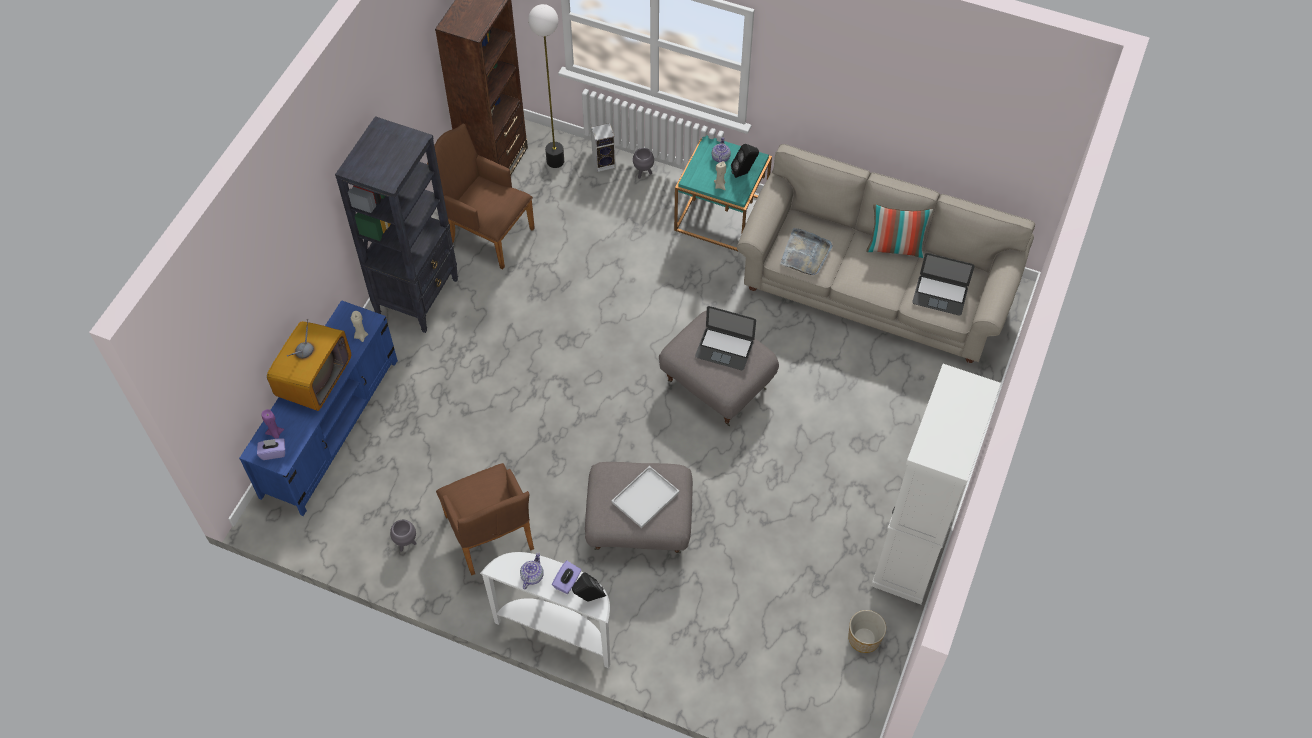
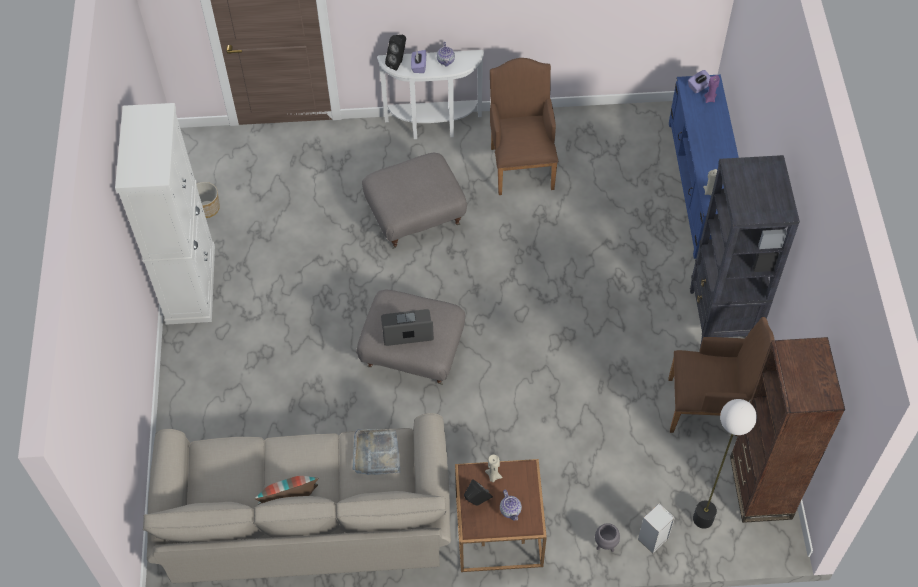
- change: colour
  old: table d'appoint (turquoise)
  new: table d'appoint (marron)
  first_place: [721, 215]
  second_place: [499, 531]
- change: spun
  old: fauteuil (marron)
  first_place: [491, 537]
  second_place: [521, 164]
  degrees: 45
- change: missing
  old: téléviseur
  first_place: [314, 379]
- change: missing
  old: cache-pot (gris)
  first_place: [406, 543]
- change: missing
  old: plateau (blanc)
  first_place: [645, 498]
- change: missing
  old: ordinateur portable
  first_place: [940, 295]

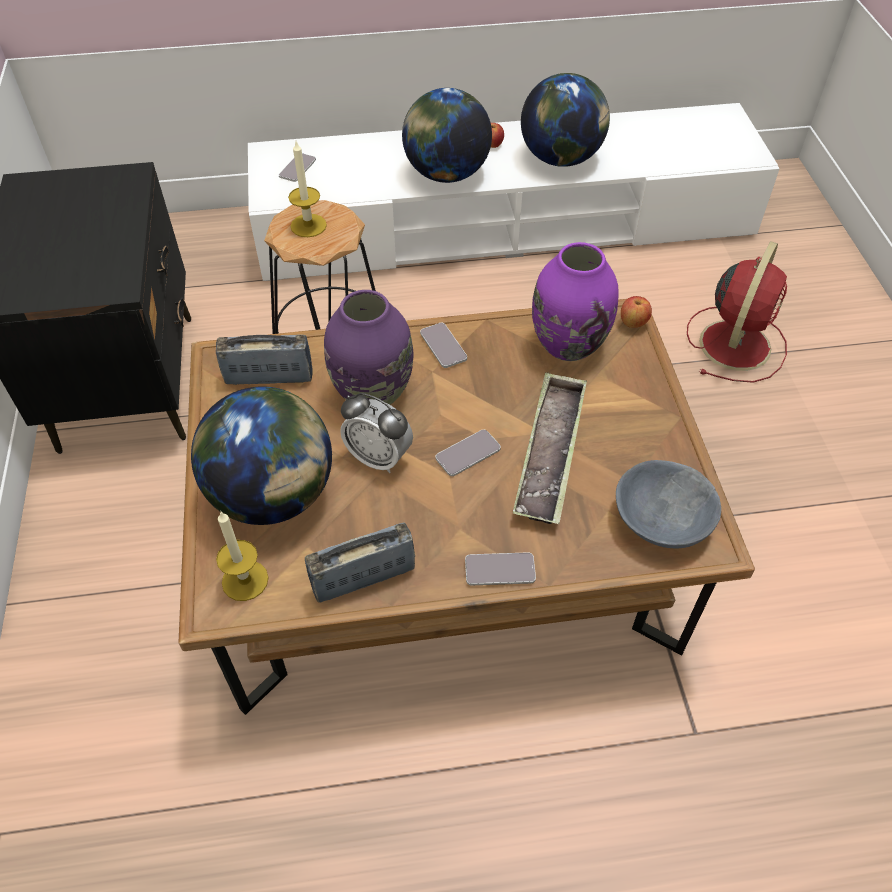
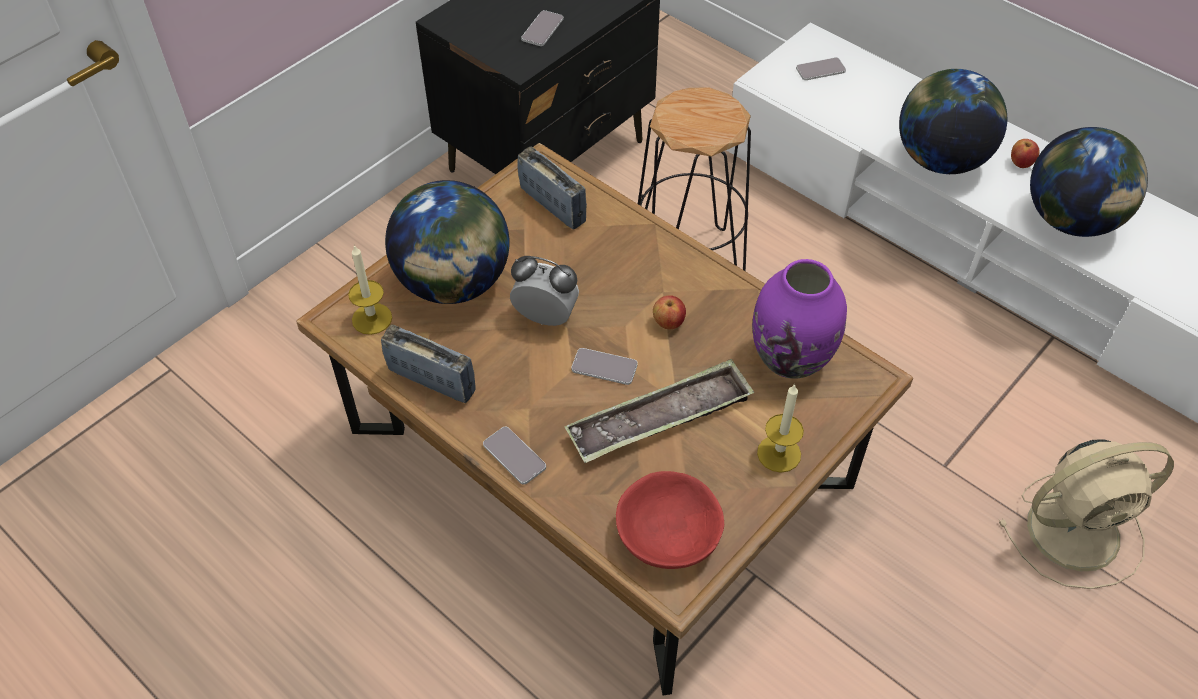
- change: spun
  old: réveil
  first_place: [379, 457]
  second_place: [545, 317]
  degrees: 120
- change: relocated
  old: téléphone
  first_place: [443, 346]
  second_place: [542, 29]
- change: colour
  old: bol (gris)
  new: bol (rouge)
  first_place: [660, 519]
  second_place: [667, 534]
- change: relocated
  old: pomme
  first_place: [633, 323]
  second_place: [668, 323]
- change: relocated
  old: bougie
  first_place: [308, 225]
  second_place: [779, 453]
- change: colour
  old: ventilateur (rouge)
  new: ventilateur (beige)
  first_place: [735, 343]
  second_place: [1077, 530]
- change: missing
  old: vase (violet)
  first_place: [372, 394]

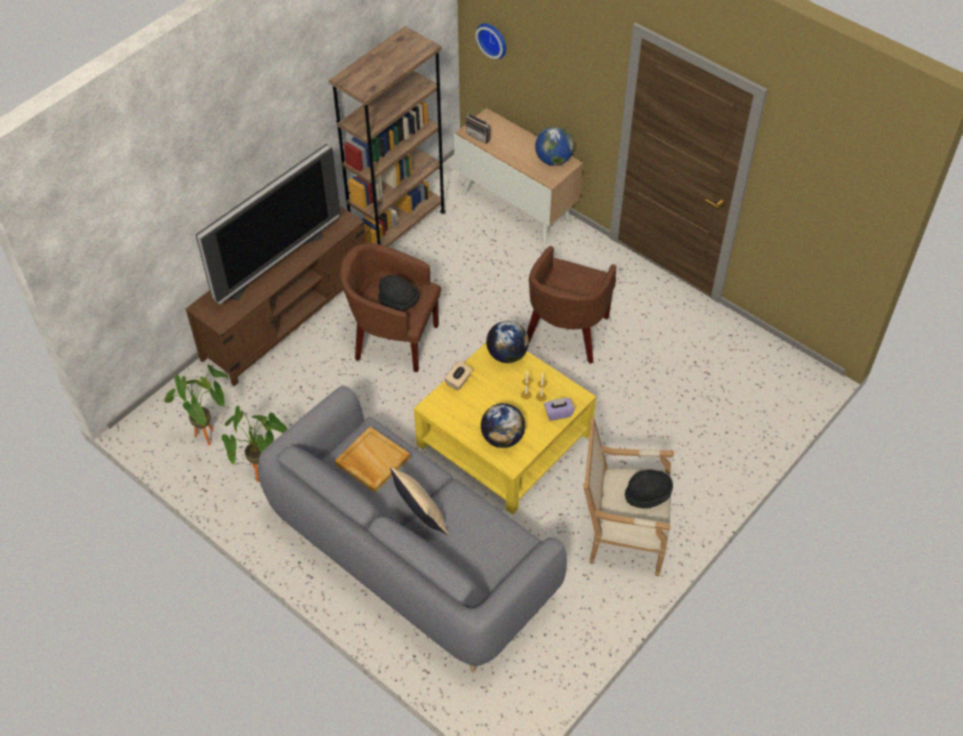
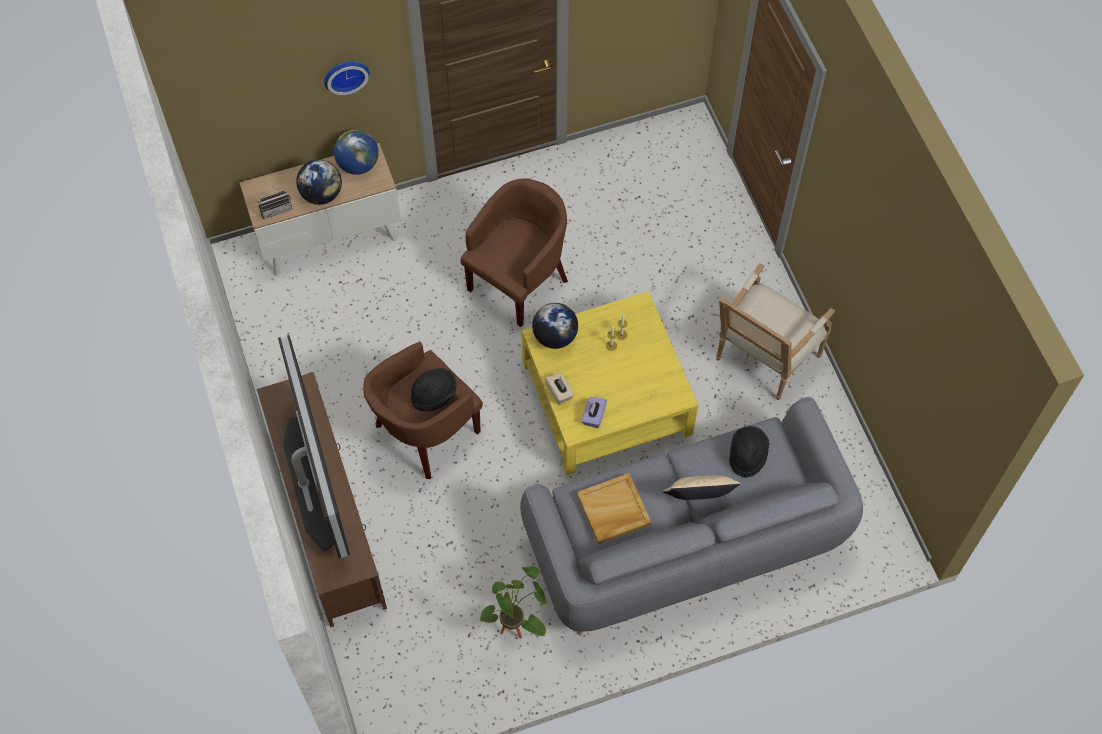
- change: relocated
  old: globe
  first_place: [502, 438]
  second_place: [321, 194]
- change: relocated
  old: horloge murale
  first_place: [493, 39]
  second_place: [345, 74]
- change: spun
  old: fauteuil (marron)
  first_place: [567, 333]
  second_place: [519, 281]
  degrees: -105
- change: relocated
  old: boîte à mouchoirs (violet)
  first_place: [558, 413]
  second_place: [594, 416]
- change: relocated
  old: chapeau (noir)
  first_place: [648, 494]
  second_place: [747, 455]
- change: missing
  old: plante en pot
  first_place: [210, 438]
- change: missing
  old: bibliothèque (marron)
  first_place: [398, 228]

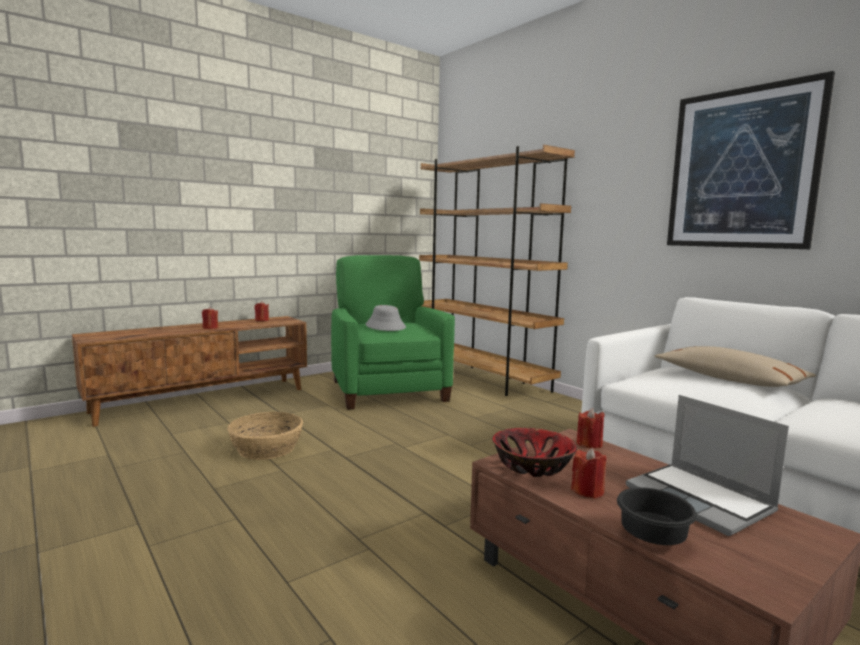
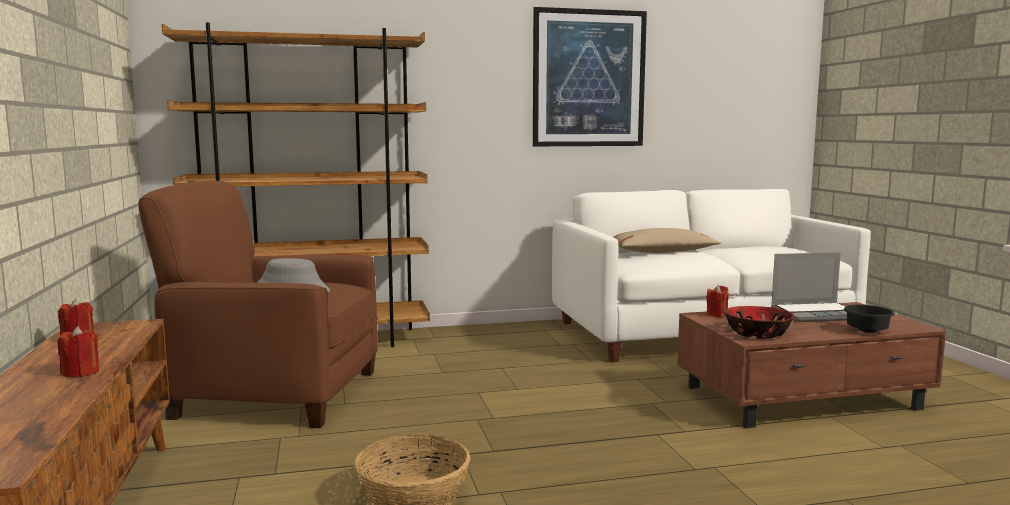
- change: colour
  old: fauteuil (vert)
  new: fauteuil (marron)
  first_place: [388, 390]
  second_place: [276, 394]
- change: missing
  old: bougie (rouge)
  first_place: [588, 491]

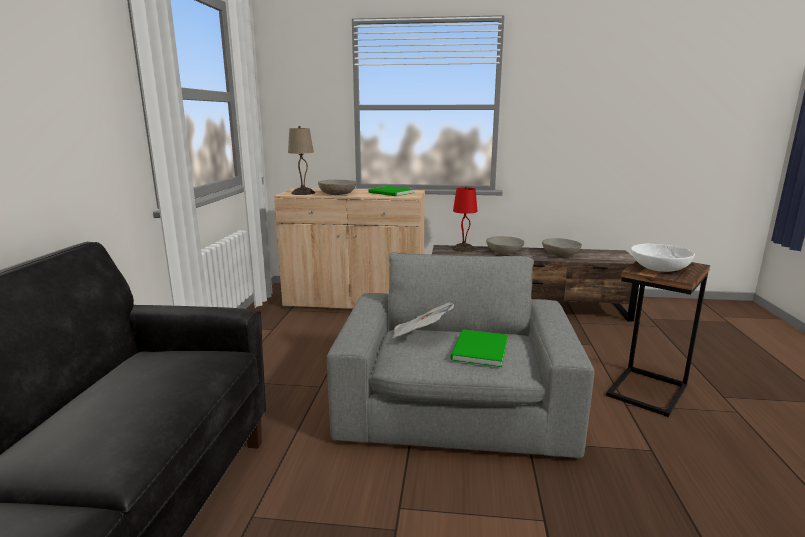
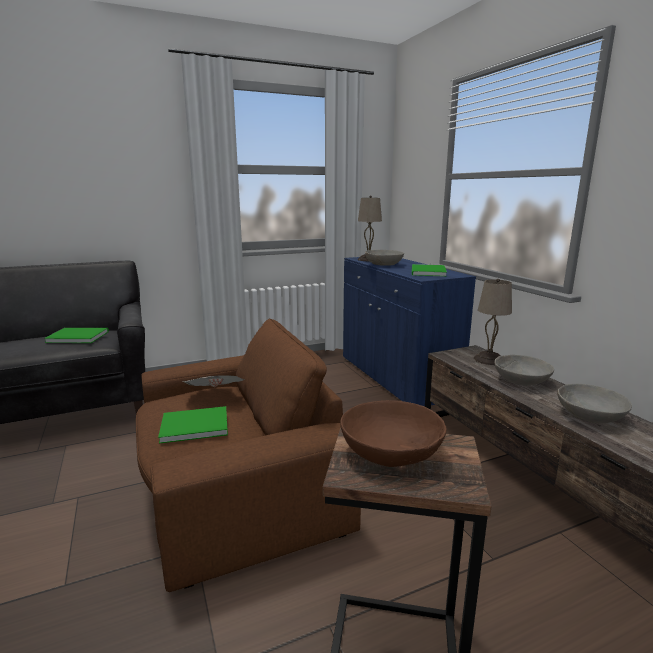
- change: appeared
  new: livre (vert)
  second_place: [77, 336]
- change: colour
  old: fauteuil (gris)
  new: fauteuil (marron)
  first_place: [455, 406]
  second_place: [237, 484]
- change: colour
  old: bol (blanc)
  new: bol (marron)
  first_place: [659, 268]
  second_place: [391, 451]
- change: colour
  old: meuble de rangement (beige)
  new: meuble de rangement (bleu)
  first_place: [355, 301]
  second_place: [396, 377]
- change: colour
  old: lampe de table (rouge)
  new: lampe de table (beige)
  first_place: [464, 249]
  second_place: [489, 359]

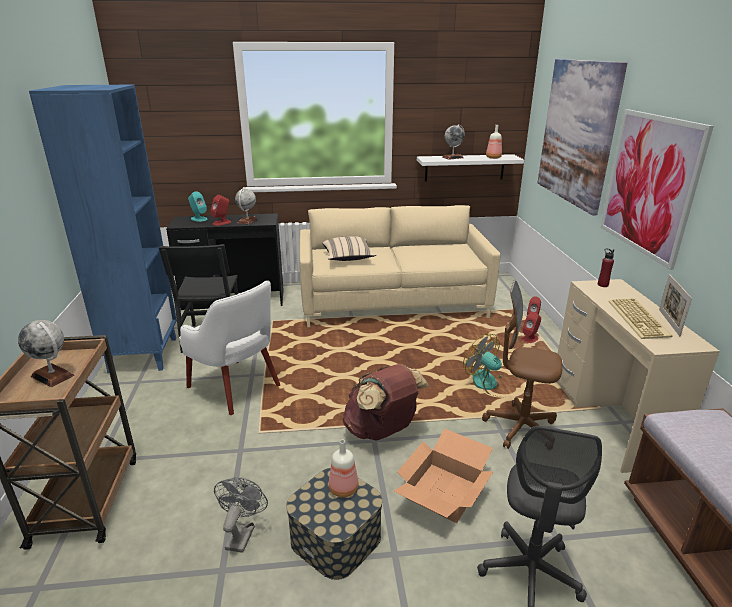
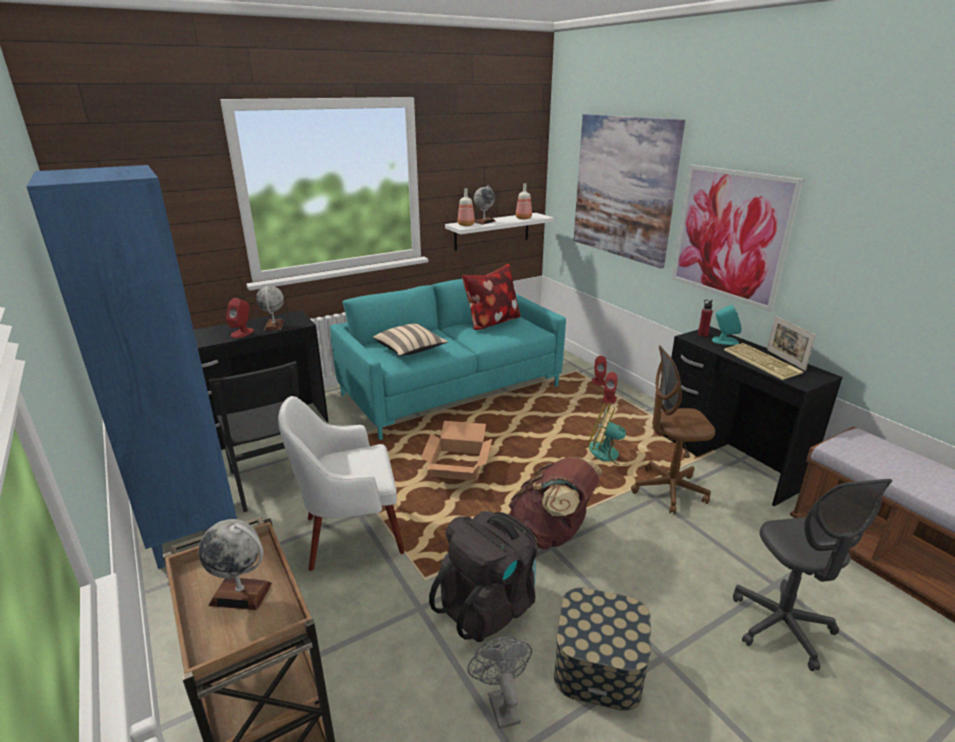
- change: spun
  old: fauteuil (blanc)
  first_place: [235, 387]
  second_place: [351, 534]
  degrees: 150
- change: colour
  old: canapé (beige)
  new: canapé (turquoise)
  first_place: [393, 303]
  second_place: [451, 390]
- change: relocated
  old: carton
  first_place: [444, 492]
  second_place: [458, 466]
- change: appeared
  new: sac à dos (noir)
  second_place: [489, 605]
- change: relocated
  old: bouteille
  first_place: [344, 489]
  second_place: [466, 225]
- change: appeared
  new: coussin
  second_place: [491, 323]
- change: colour
  old: bureau (beige)
  new: bureau (noir)
  first_place: [609, 419]
  second_place: [728, 460]
- change: relocated
  old: enceinte (turquoise)
  first_place: [199, 219]
  second_place: [724, 341]

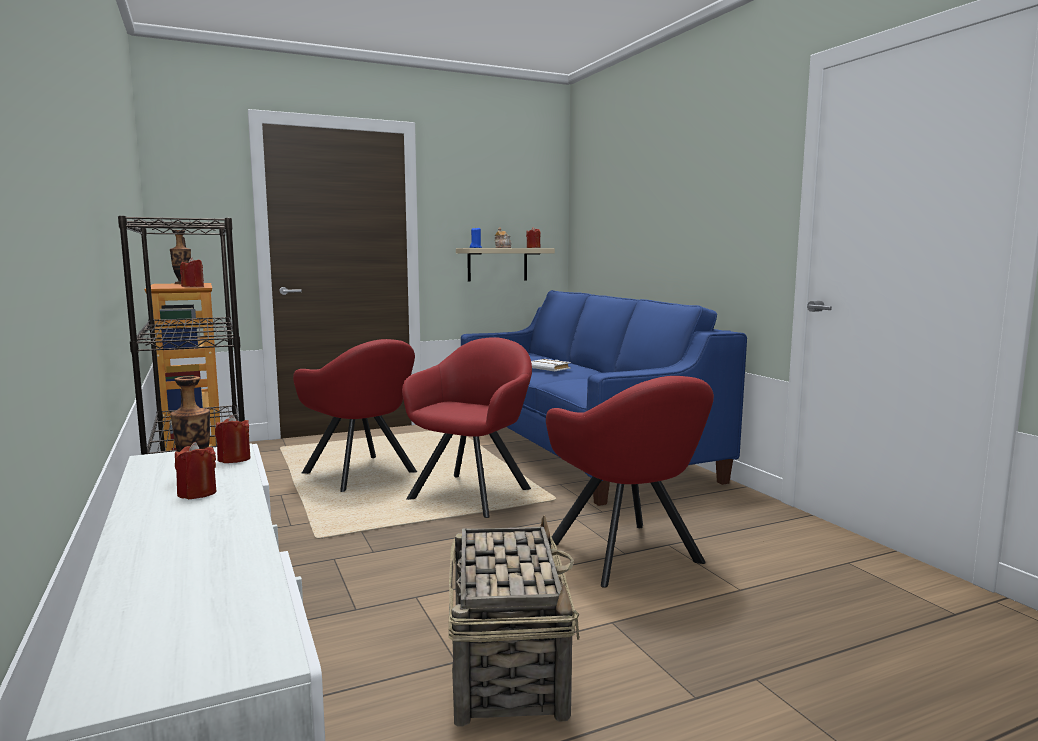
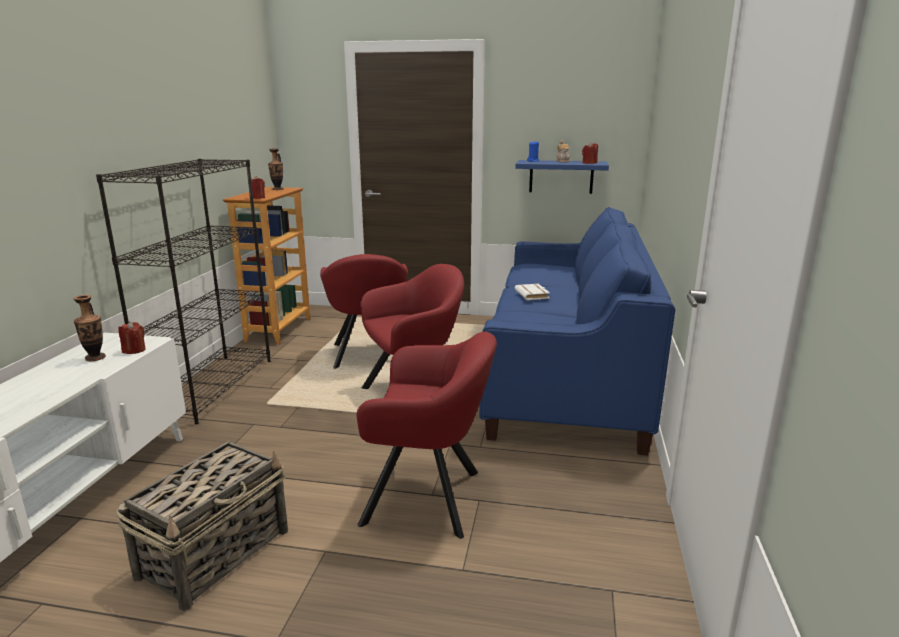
- change: spun
  old: fauteuil (rouge)
  first_place: [628, 556]
  second_place: [430, 498]
  degrees: -90
- change: colour
  old: étagère (beige)
  new: étagère (bleu)
  first_place: [497, 264]
  second_place: [561, 176]
- change: missing
  old: bougie (rouge)
  first_place: [197, 493]

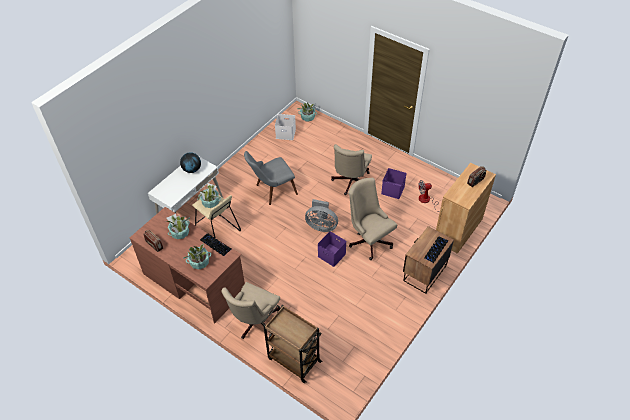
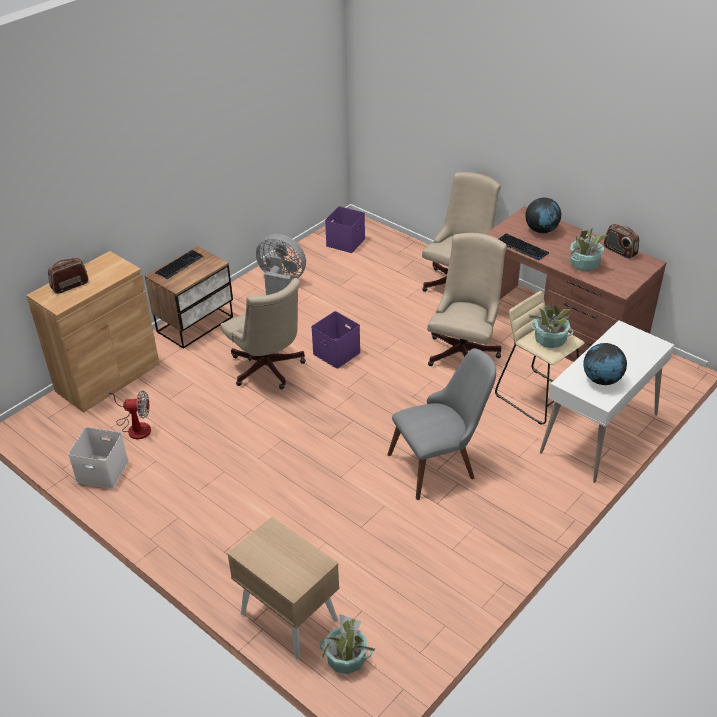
- change: relocated
  old: boîte de rangement (blanc)
  first_place: [286, 133]
  second_place: [101, 472]
- change: appeared
  new: table de chevet (beige)
  second_place: [288, 616]
- change: relocated
  old: ventilateur (gris)
  first_place: [321, 226]
  second_place: [281, 284]
- change: relocated
  old: boîte de rangement (violet)
  first_place: [392, 189]
  second_place: [346, 242]
- change: relocated
  old: chaise de bureau (beige)
  first_place: [350, 183]
  second_place: [464, 351]
- change: exchanged
  old: plante en pot
  new: globe
  first_place: [199, 262]
  second_place: [541, 230]
- change: missing
  old: chariot (marron)
  first_place: [293, 359]

